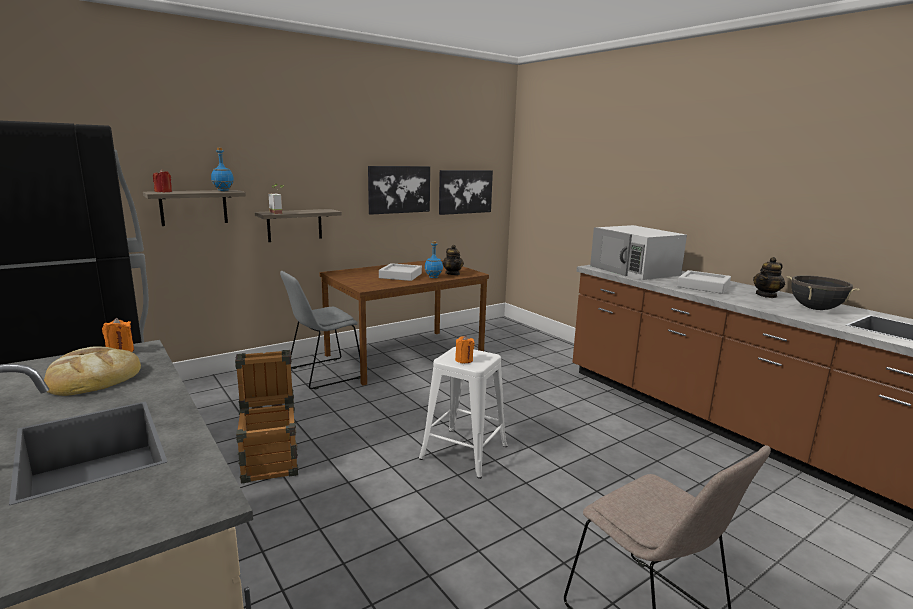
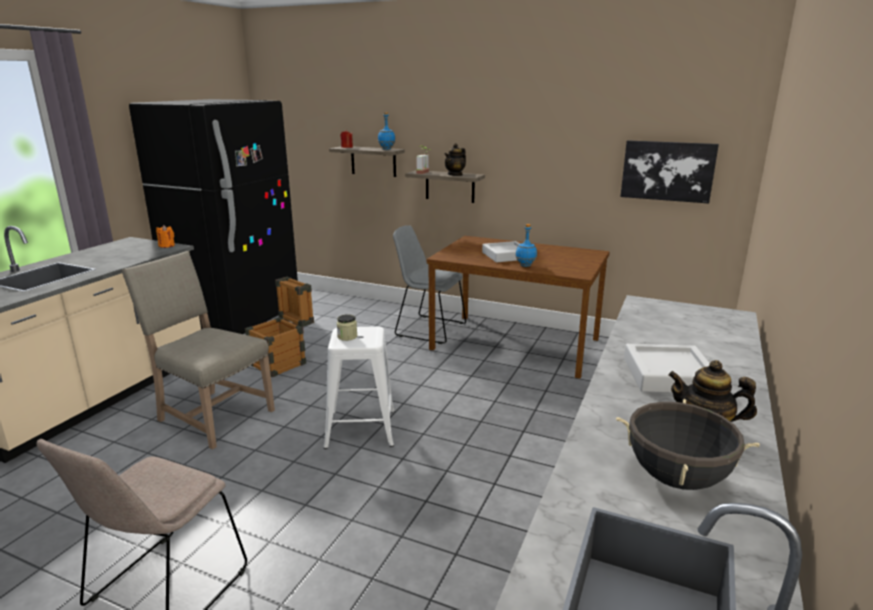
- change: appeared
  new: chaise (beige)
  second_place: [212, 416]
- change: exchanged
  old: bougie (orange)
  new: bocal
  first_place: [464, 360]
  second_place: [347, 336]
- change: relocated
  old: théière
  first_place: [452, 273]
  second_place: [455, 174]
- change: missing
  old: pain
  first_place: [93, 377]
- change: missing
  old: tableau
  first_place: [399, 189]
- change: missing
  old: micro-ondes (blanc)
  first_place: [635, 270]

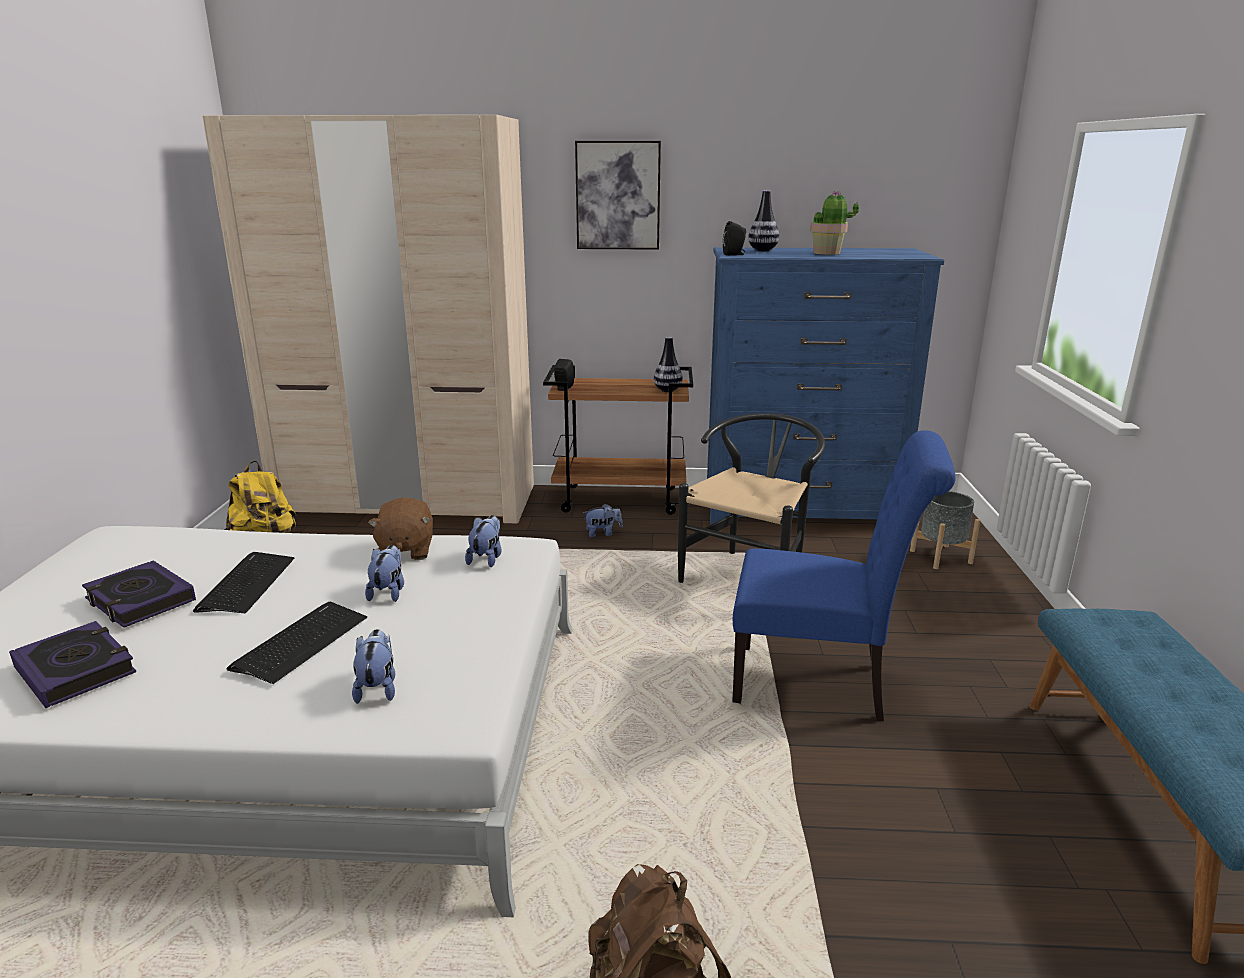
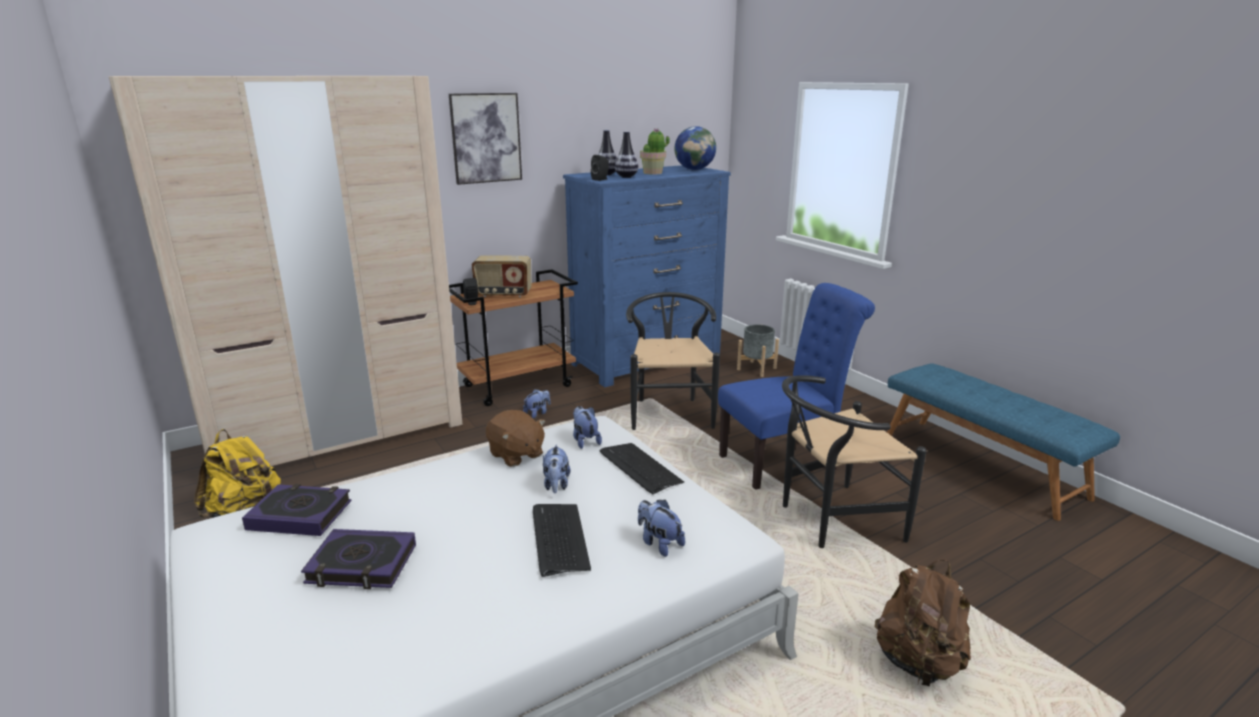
- change: relocated
  old: livre
  first_place: [76, 670]
  second_place: [300, 515]
- change: appeared
  new: radio
  second_place: [503, 294]
- change: spun
  old: peluche
  first_place: [388, 592]
  second_place: [556, 485]
  degrees: -150
- change: relocated
  old: clavier
  first_place: [246, 584]
  second_place: [639, 468]
- change: relocated
  old: vase
  first_place: [668, 390]
  second_place: [626, 177]
- change: appeared
  new: globe
  second_place: [694, 169]
- change: appeared
  new: chaise (noir)
  second_place: [831, 520]

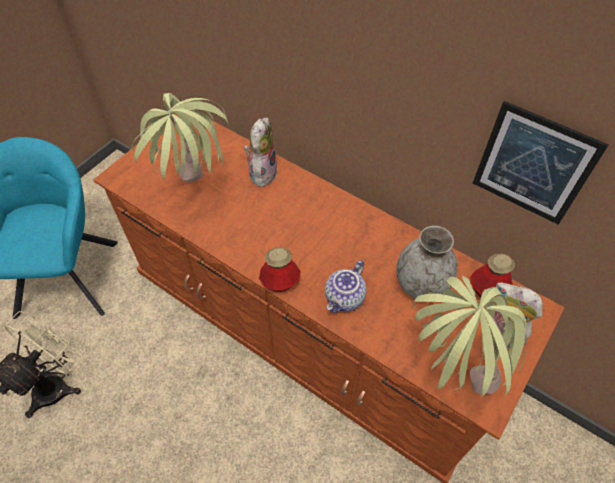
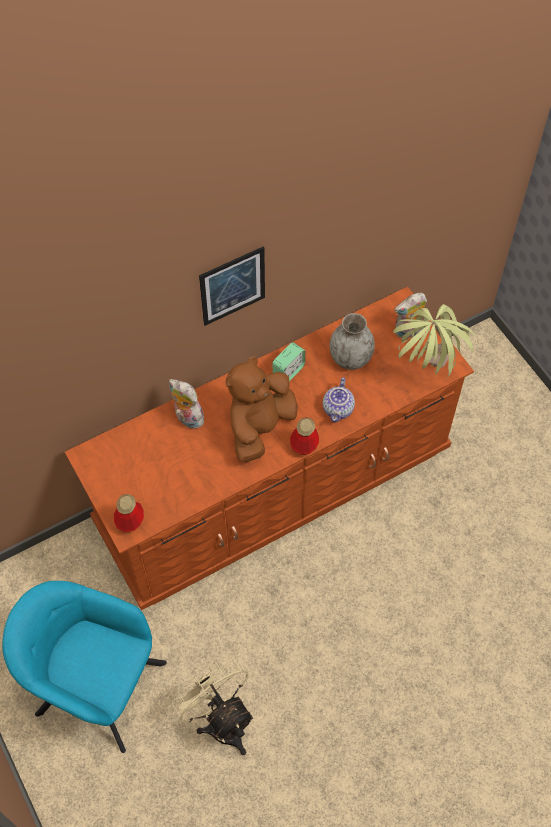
- change: relocated
  old: bouteille
  first_place: [487, 289]
  second_place: [130, 521]
- change: relocated
  old: tableau
  first_place: [533, 165]
  second_place: [232, 286]
- change: appeared
  new: peluche (marron)
  second_place: [259, 427]
- change: appeared
  new: réveil
  second_place: [288, 371]
- change: spun
  old: théière
  first_place: [345, 299]
  second_place: [338, 409]
  degrees: 45
- change: missing
  old: plante en pot
  first_place: [195, 197]

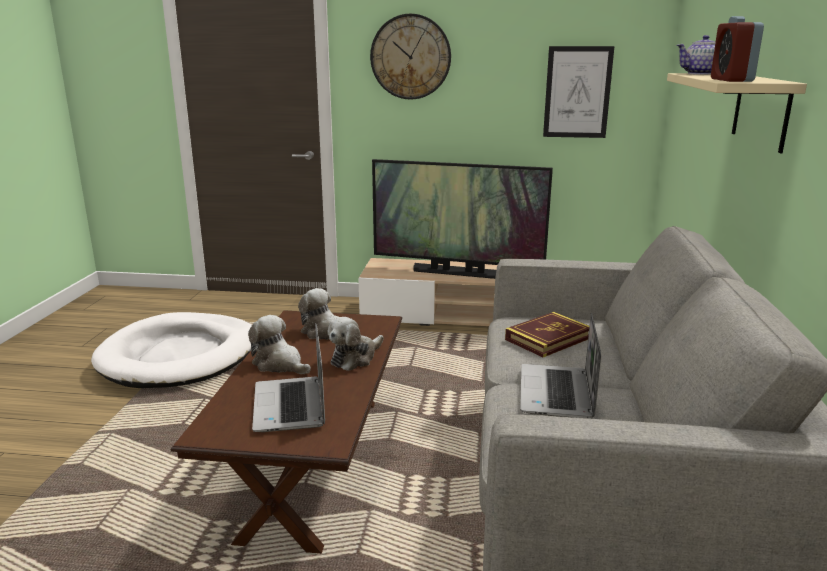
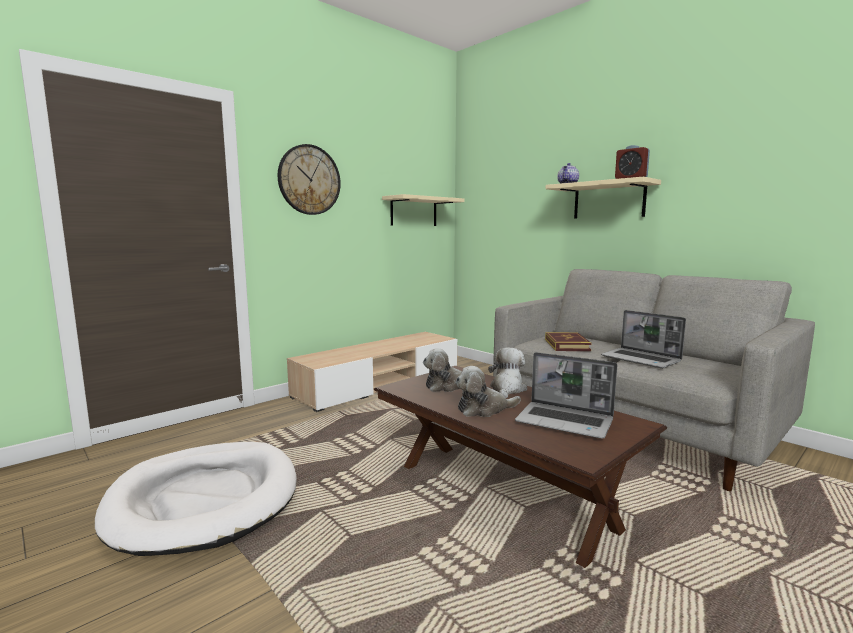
- change: exchanged
  old: tableau
  new: étagère (beige)
  first_place: [577, 92]
  second_place: [414, 211]
- change: spun
  old: peluche
  first_place: [355, 358]
  second_place: [507, 389]
  degrees: -150
- change: missing
  old: téléviseur
  first_place: [457, 272]

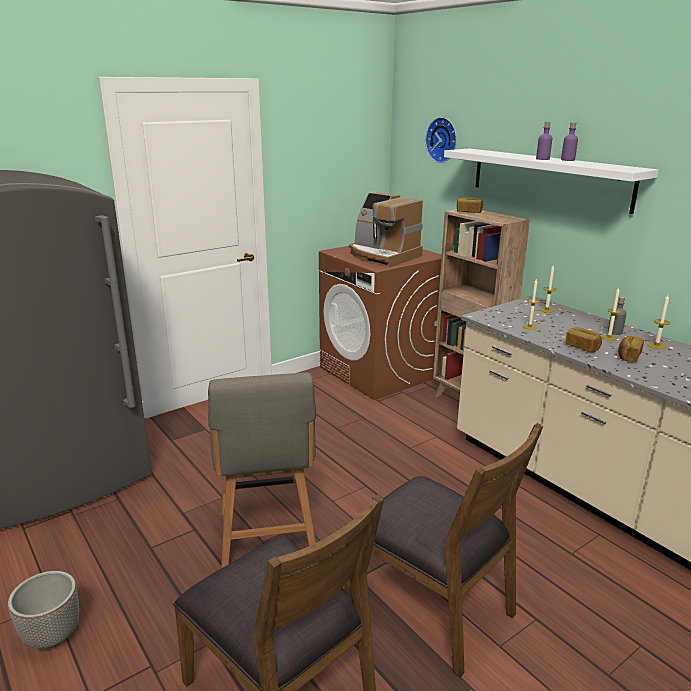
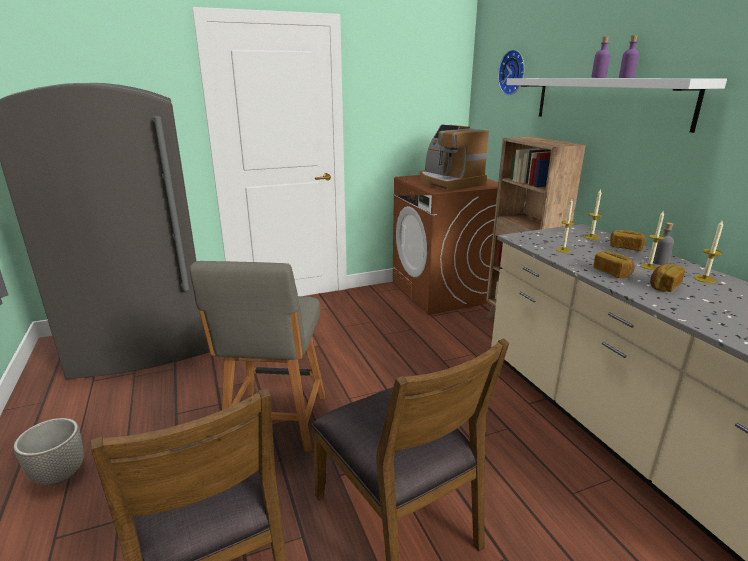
- change: relocated
  old: pain
  first_place: [469, 212]
  second_place: [625, 248]

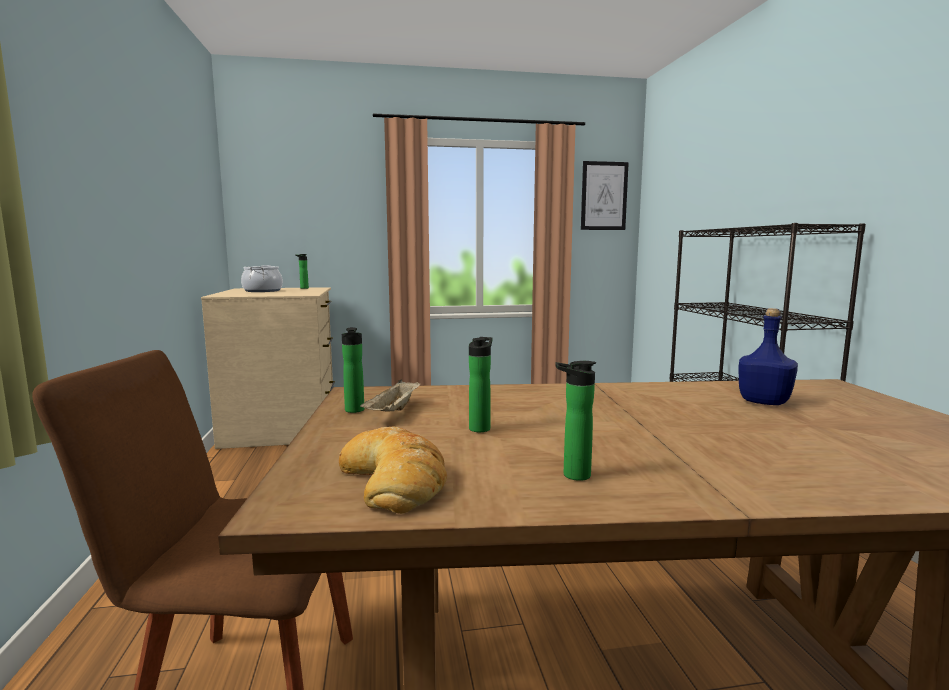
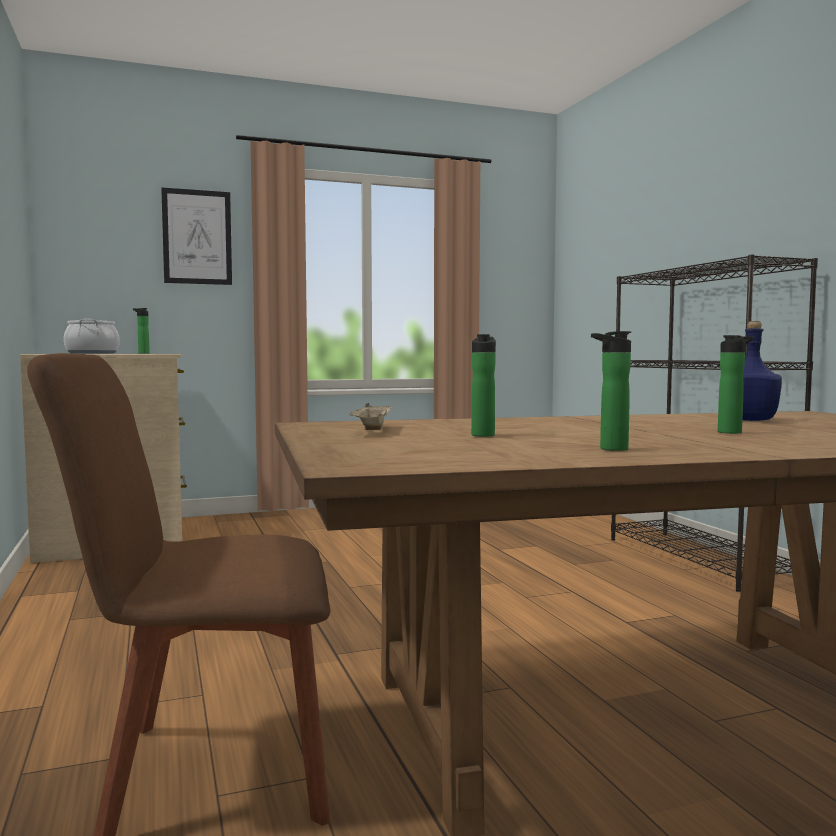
- change: relocated
  old: tableau
  first_place: [604, 196]
  second_place: [197, 237]
- change: relocated
  old: bouteille
  first_place: [354, 411]
  second_place: [732, 433]
- change: missing
  old: pain
  first_place: [395, 479]

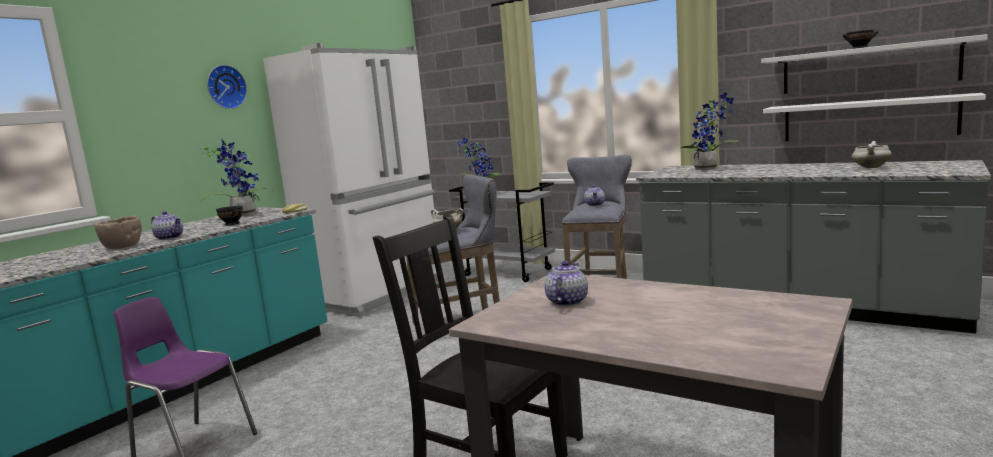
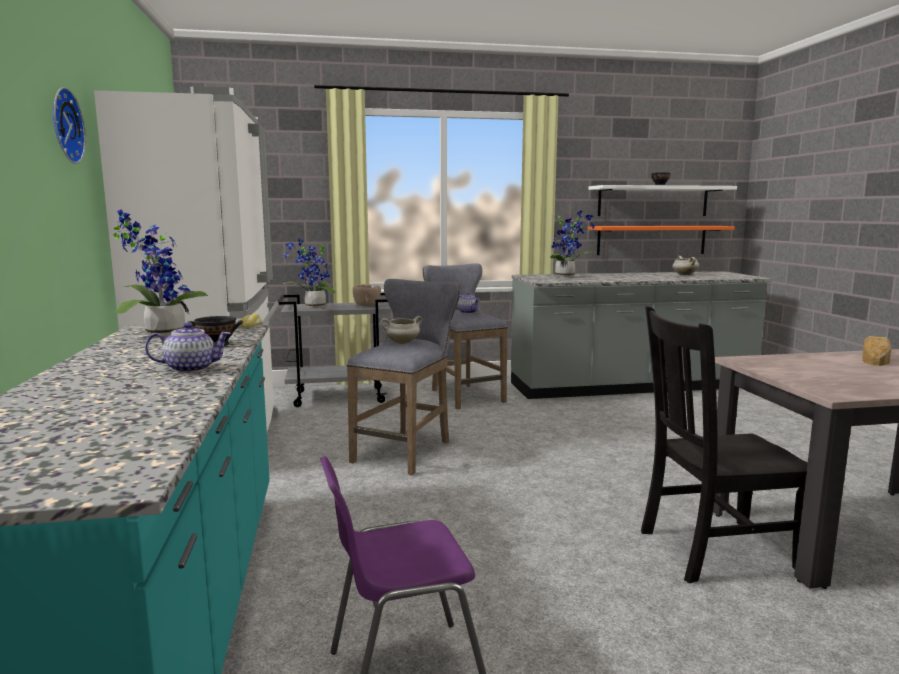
- change: relocated
  old: bol (marron)
  first_place: [121, 247]
  second_place: [366, 305]
- change: colour
  old: étagère (blanc)
  new: étagère (orange)
  first_place: [867, 119]
  second_place: [651, 240]
- change: appeared
  new: pain
  second_place: [875, 358]
- change: missing
  old: théière
  first_place: [566, 301]

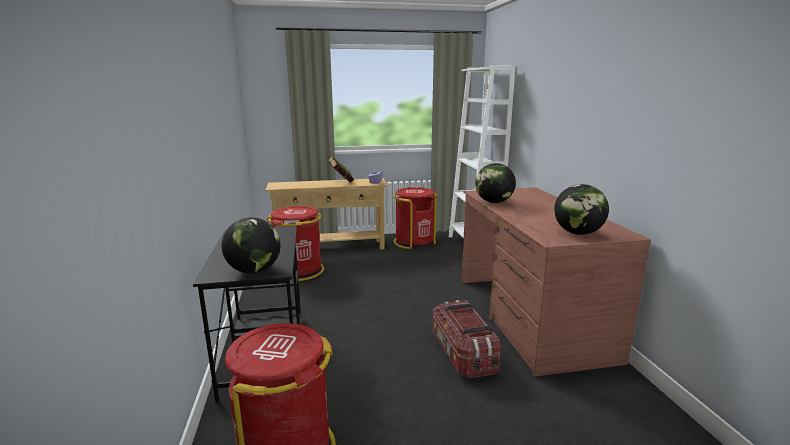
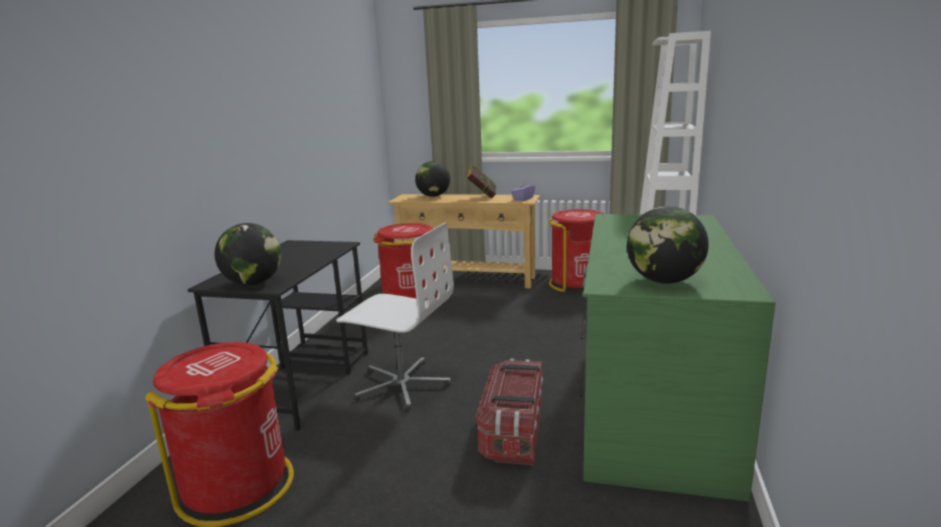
- change: appeared
  new: chaise de bureau (blanc)
  second_place: [402, 385]
- change: relocated
  old: globe
  first_place: [494, 202]
  second_place: [433, 196]
- change: colour
  old: bureau (marron)
  new: bureau (vert)
  first_place: [529, 316]
  second_place: [652, 403]

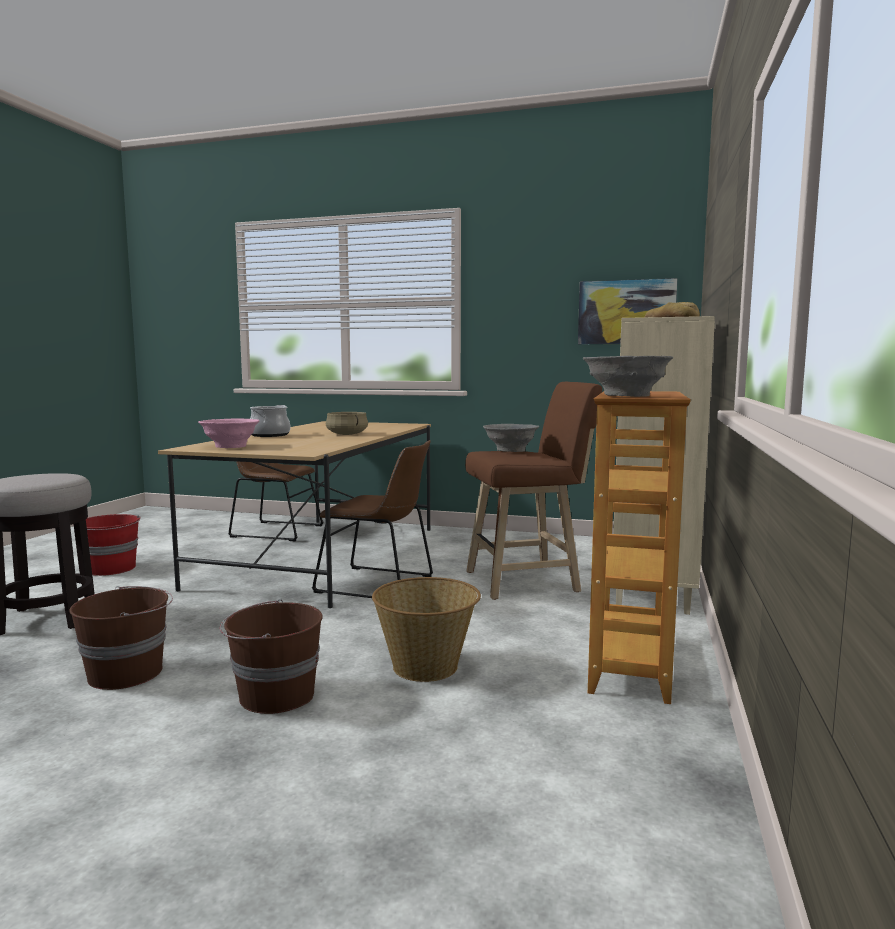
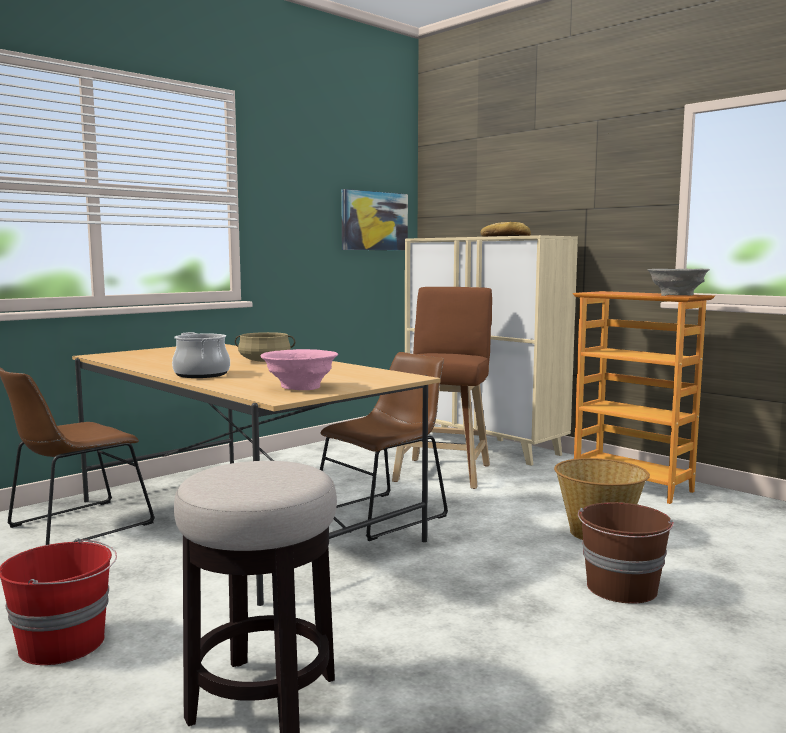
- change: missing
  old: seau (marron)
  first_place: [127, 673]
- change: missing
  old: bol (gris)
  first_place: [510, 451]

